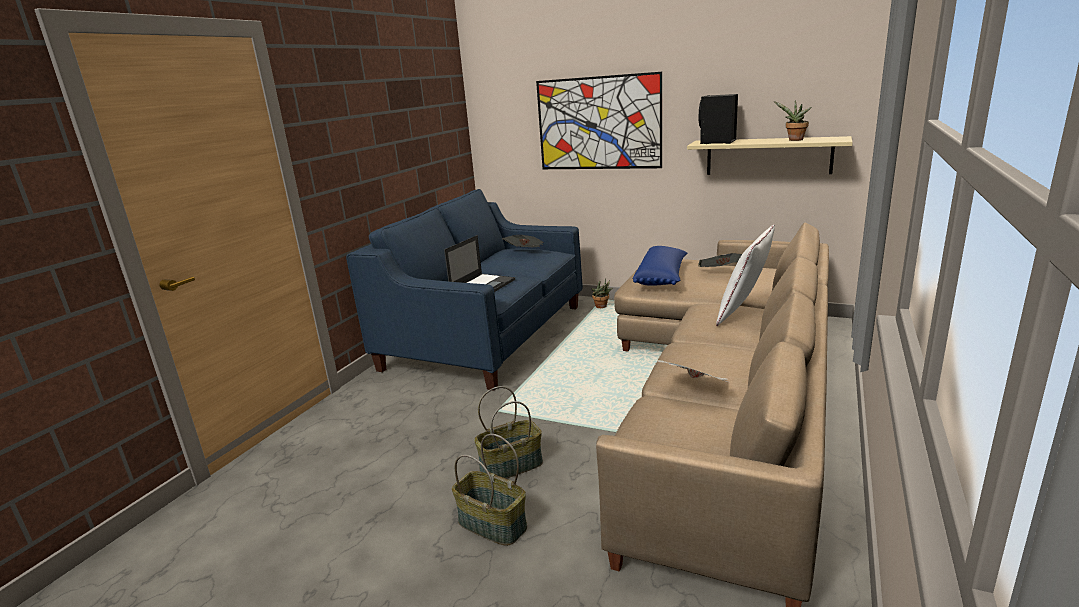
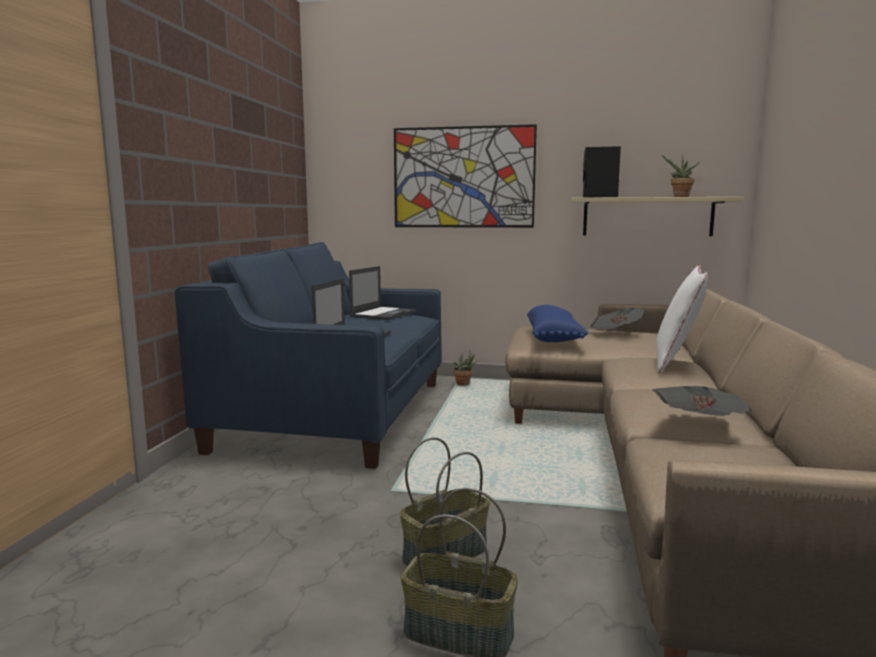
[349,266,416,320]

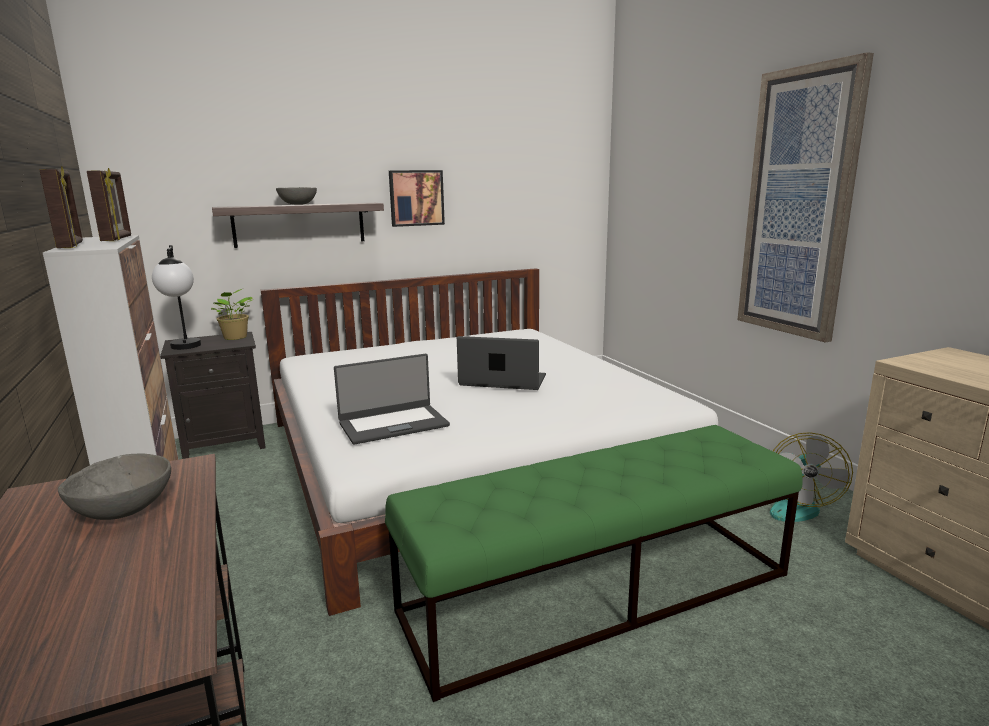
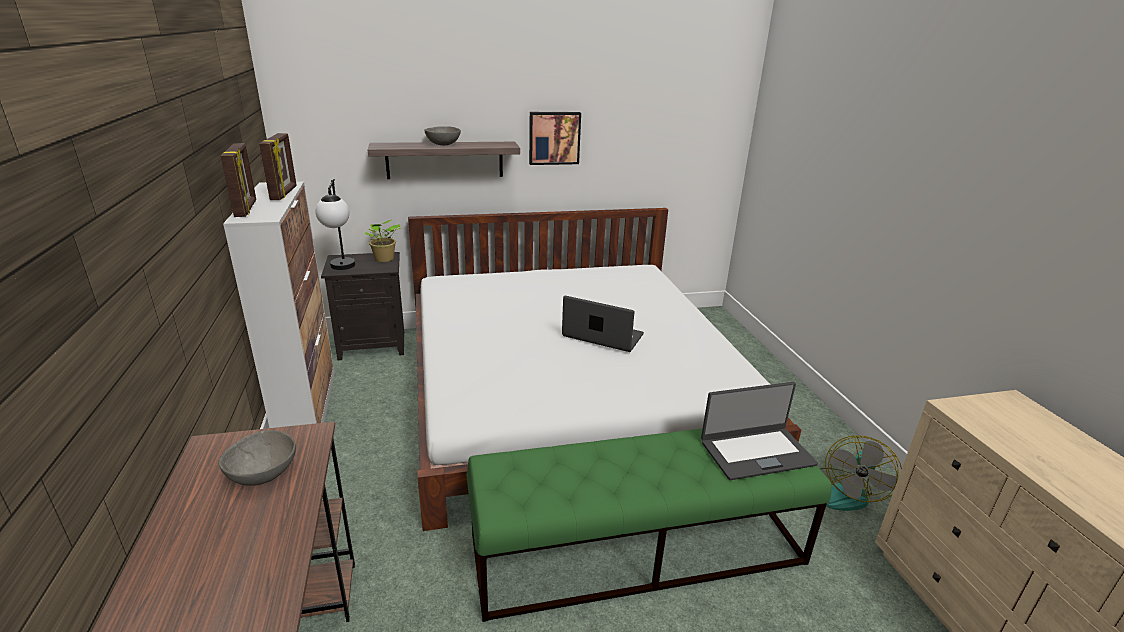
[701,382,818,480]
[737,52,874,342] (first image)

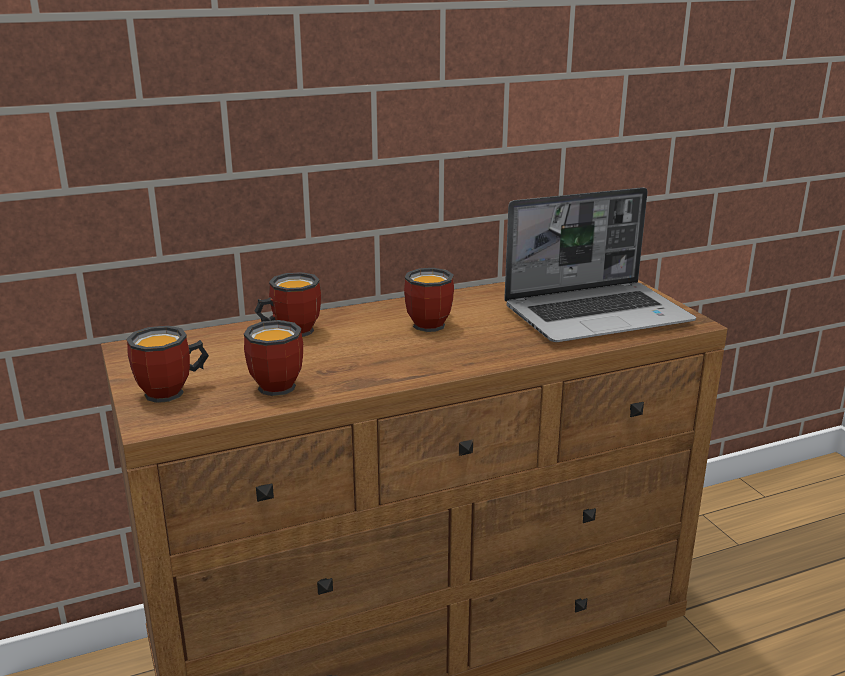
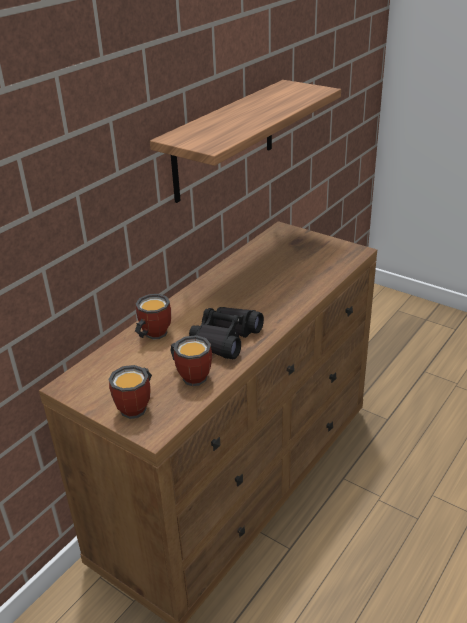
[150,80,341,203]
[189,307,264,359]
[404,268,454,332] (first image)
[504,187,696,342] (first image)

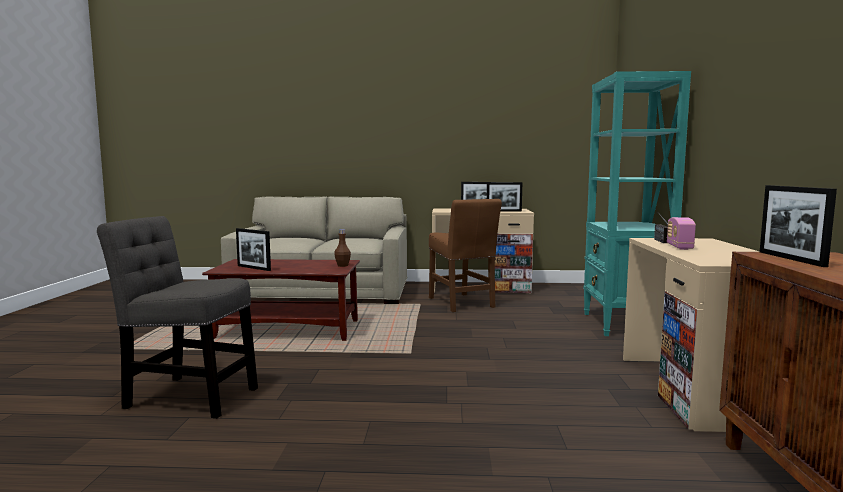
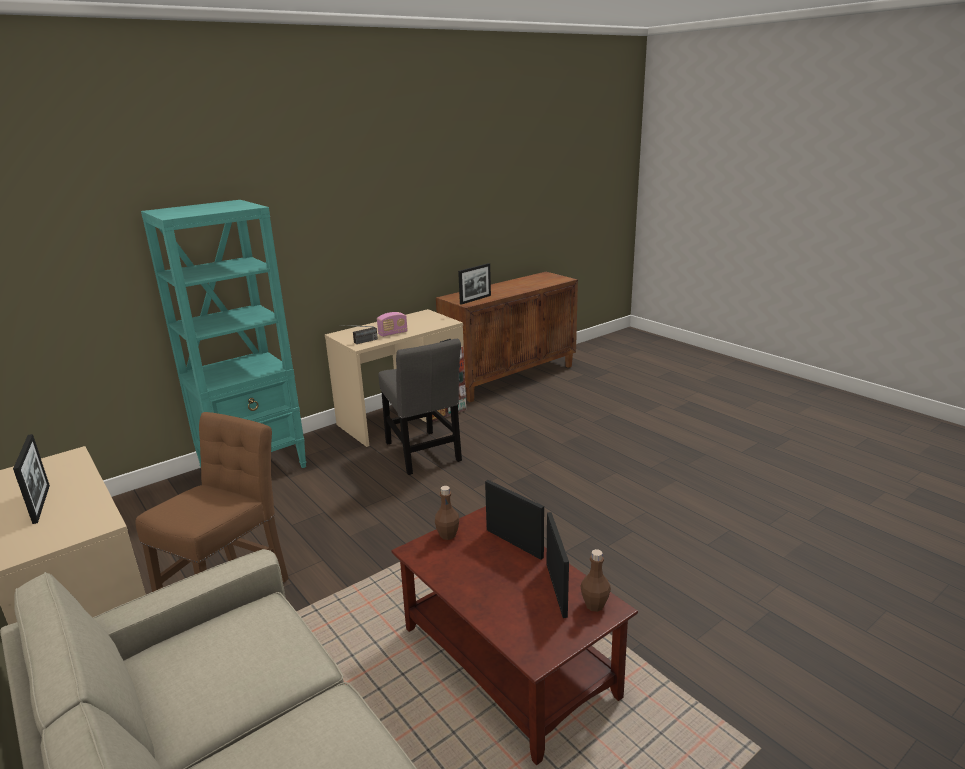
[378,339,462,475]
[485,480,544,560]
[580,549,611,612]

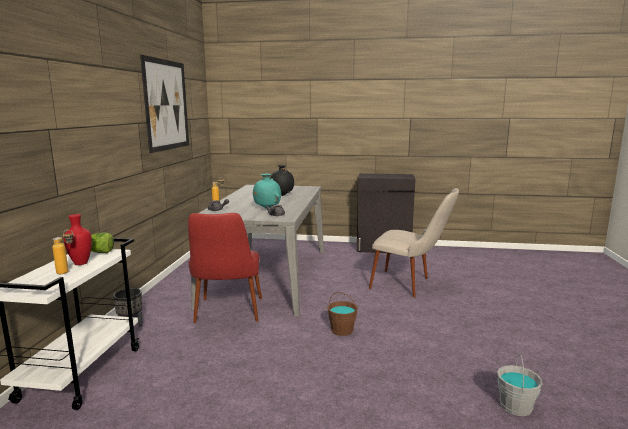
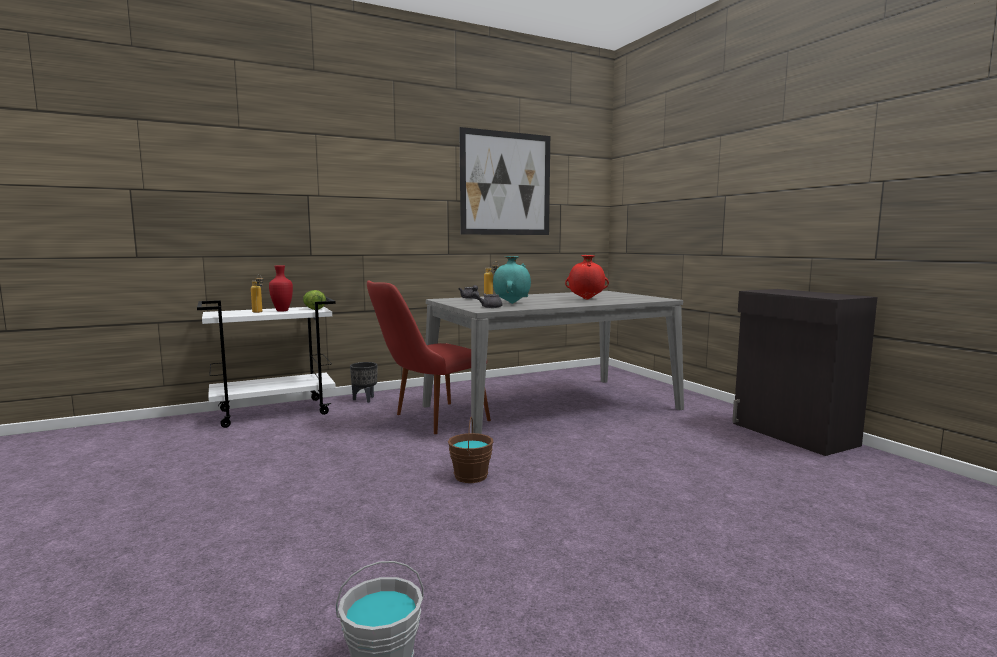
[565,255,609,300]
[369,188,459,297] (first image)

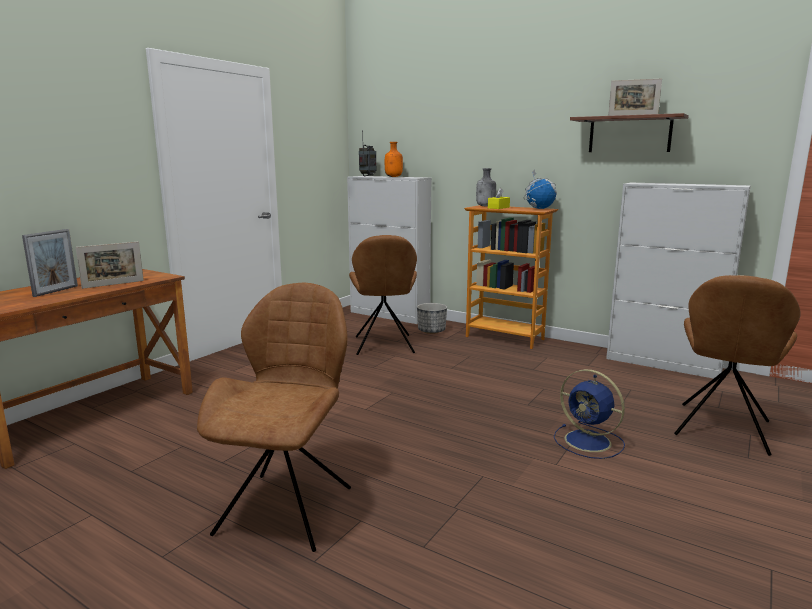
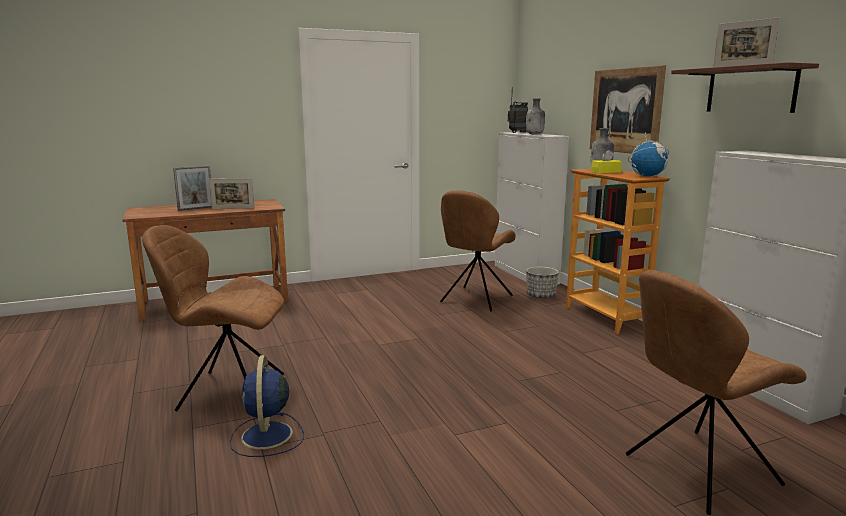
[142,225,284,411]
[230,355,304,457]
[526,98,545,135]
[590,65,666,154]

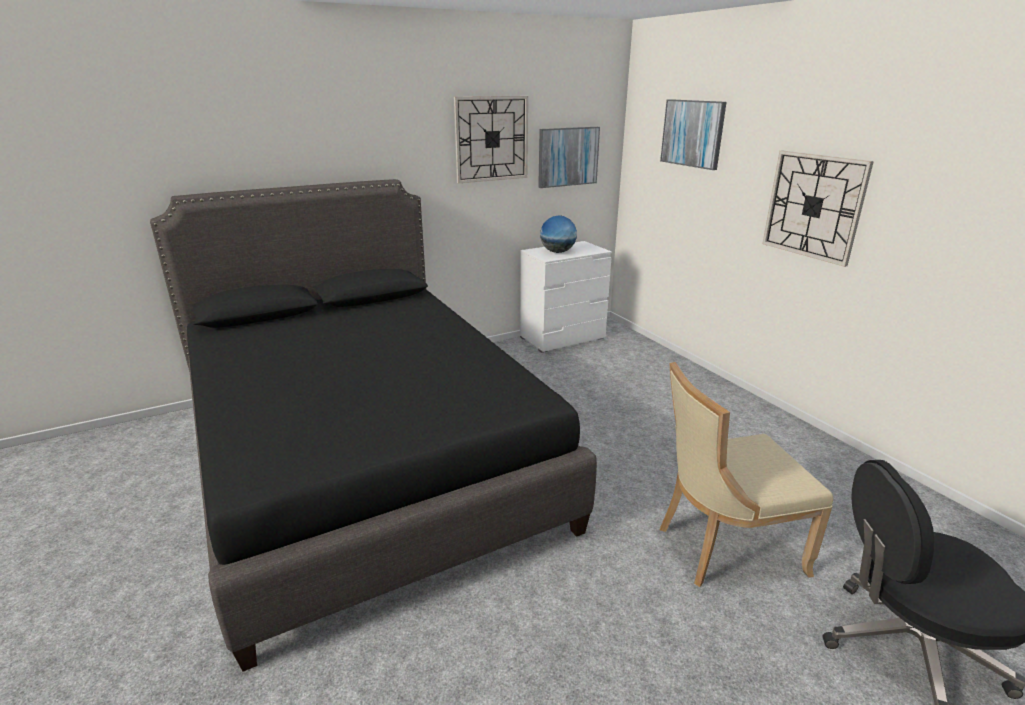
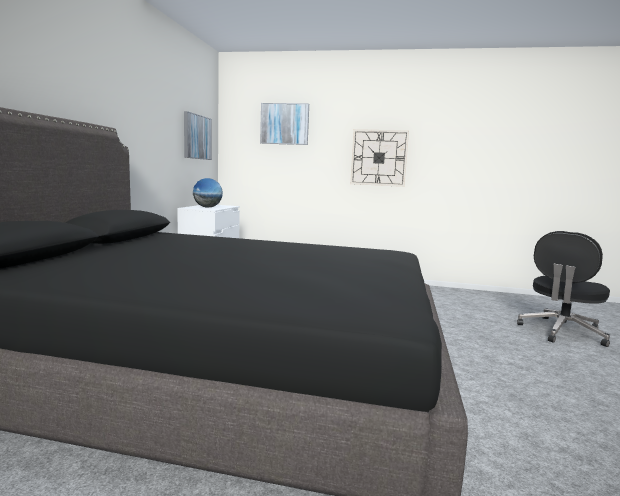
[454,96,528,183] (first image)
[660,362,833,587] (first image)

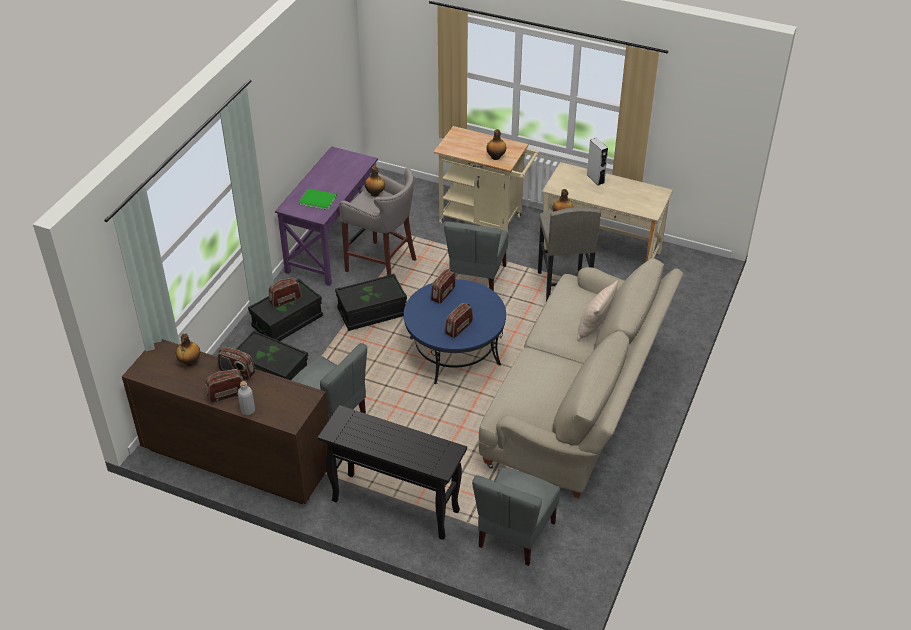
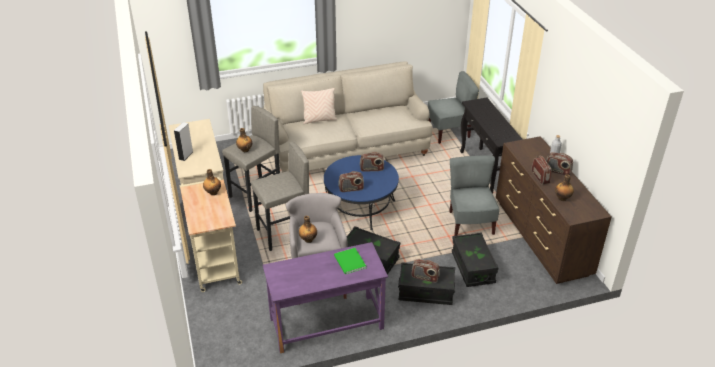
[251,142,309,251]

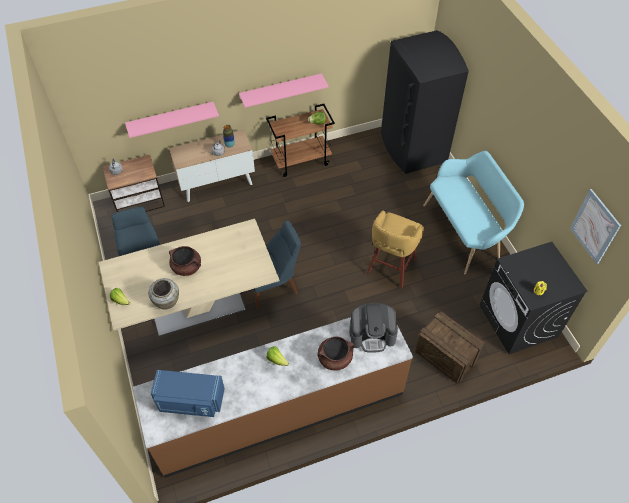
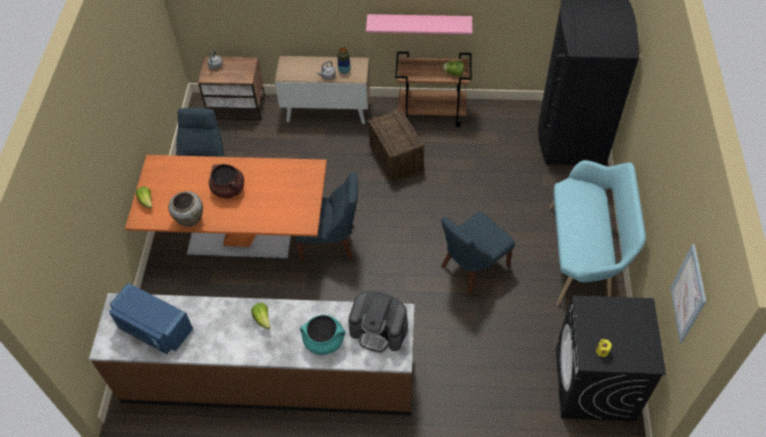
[125,155,327,259]
[300,315,345,355]
[368,109,424,182]
[441,211,515,295]
[125,102,219,138] (first image)

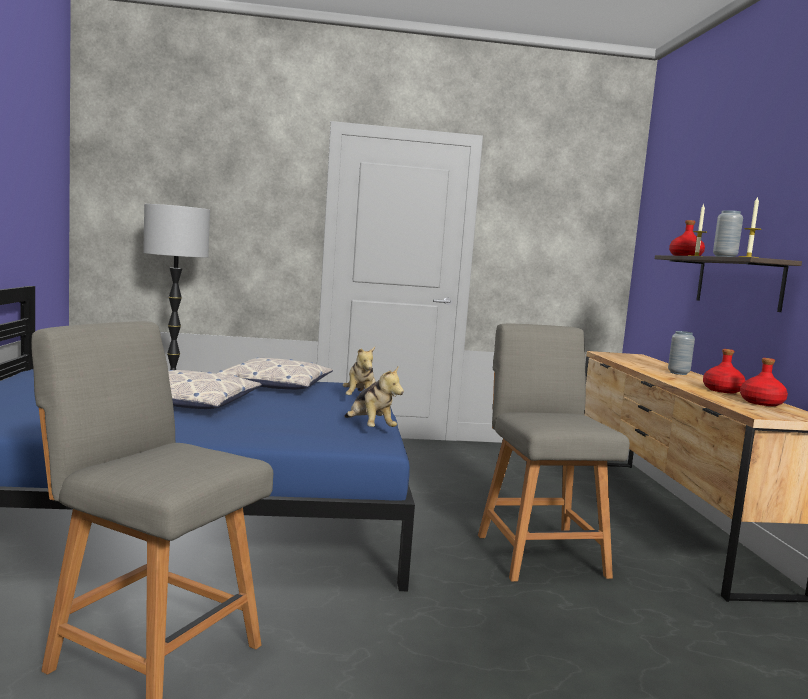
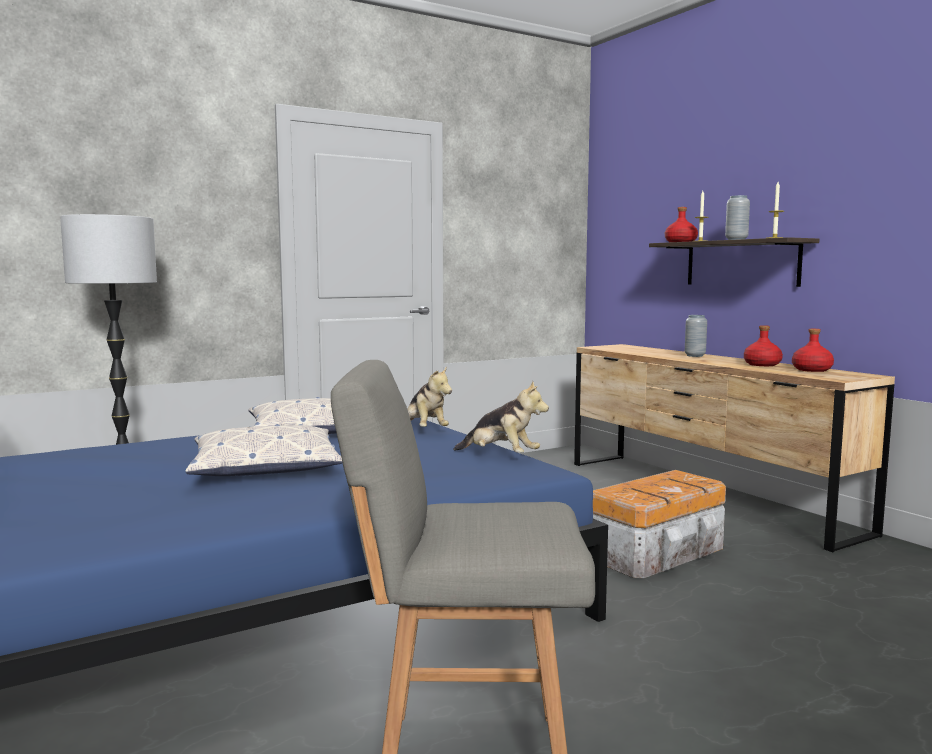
[593,470,726,579]

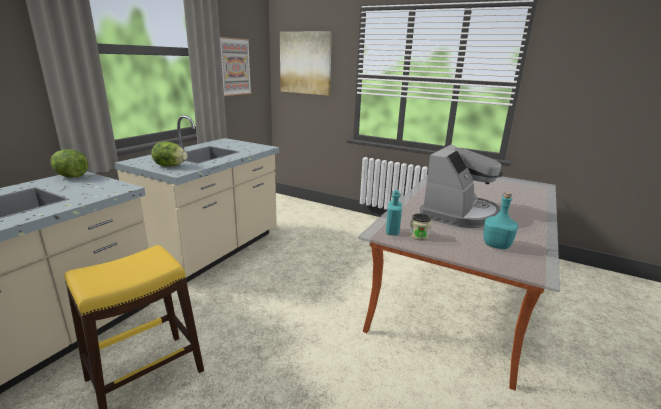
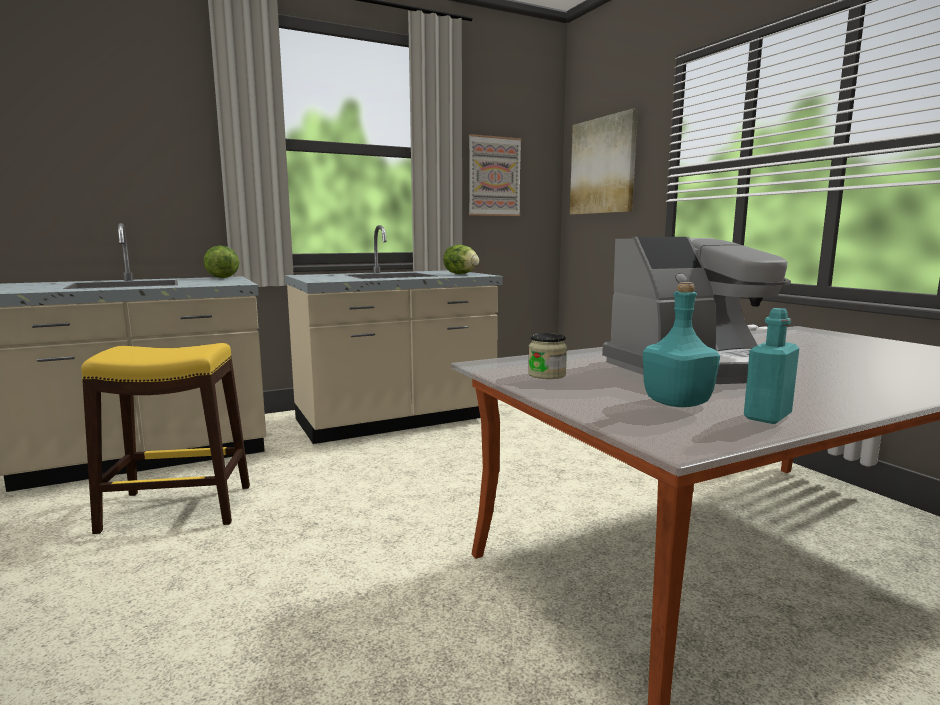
[443,245,479,274]
[744,308,799,424]

